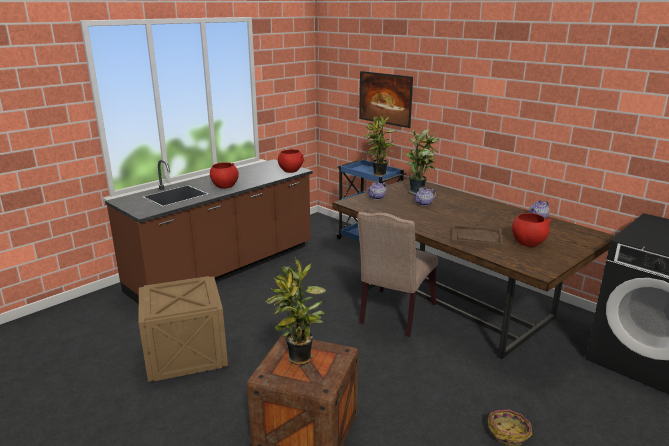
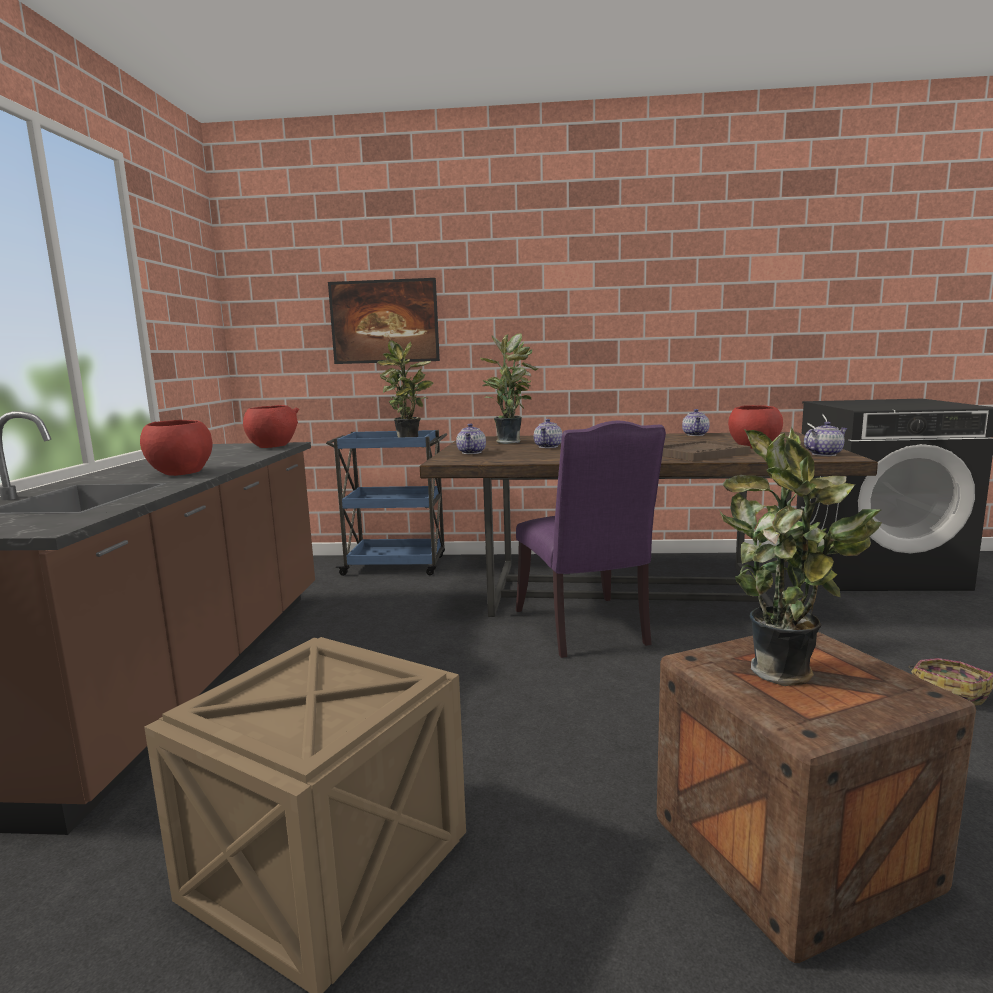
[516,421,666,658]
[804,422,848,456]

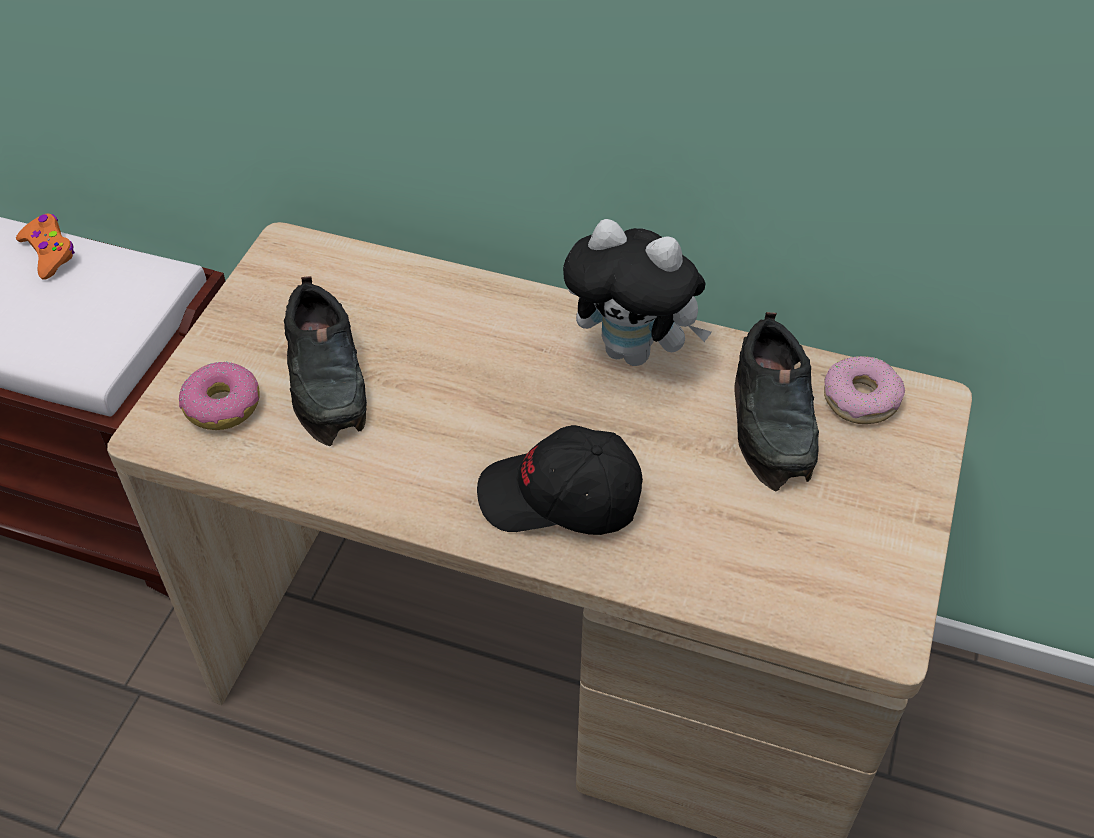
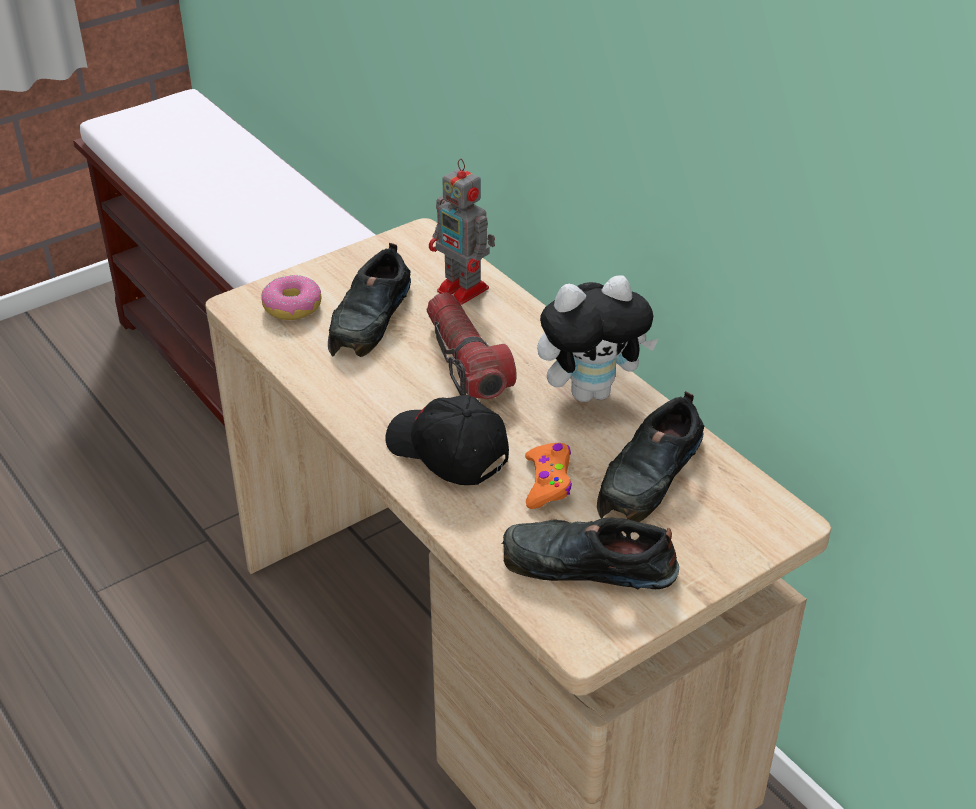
[427,293,517,399]
[429,159,495,305]
[502,517,679,590]
[525,443,572,509]
[537,275,658,402]
[824,356,905,424] (first image)

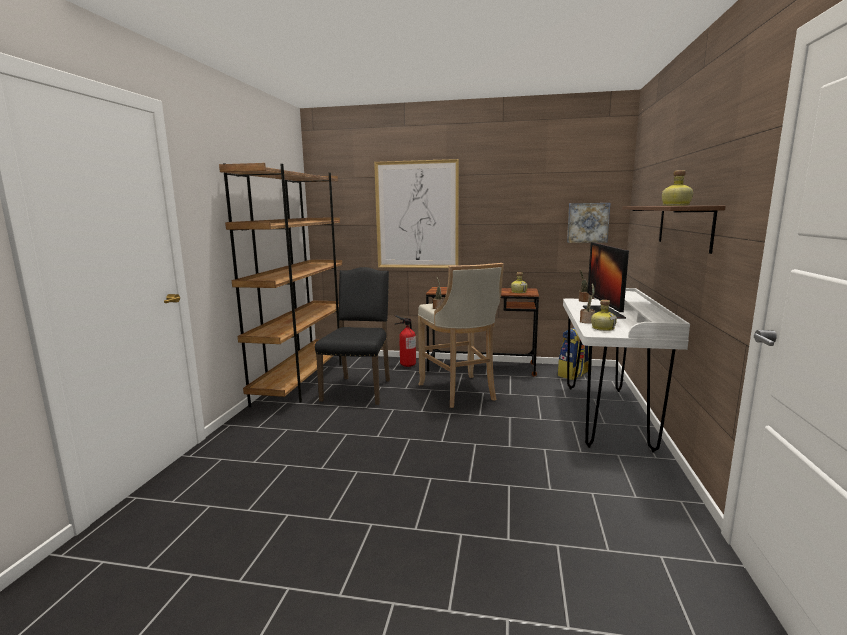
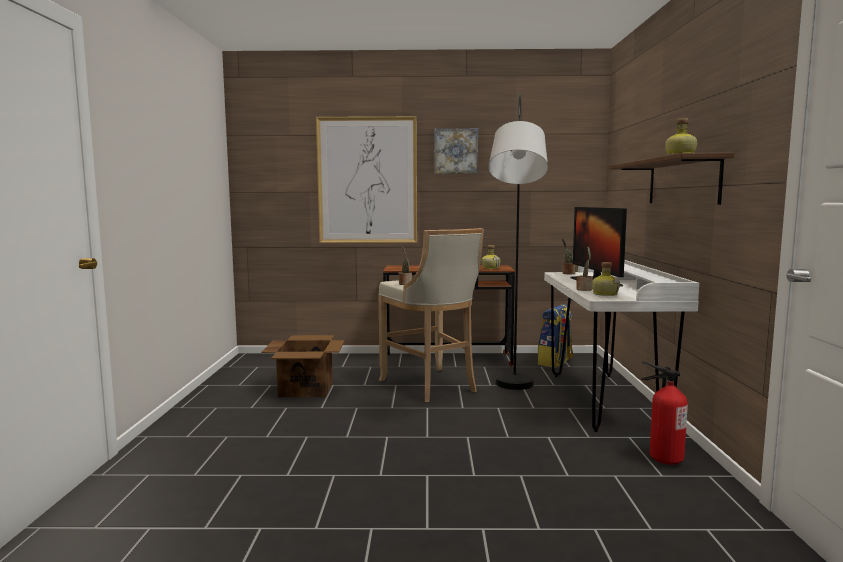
[261,335,345,397]
[434,128,478,174]
[488,93,548,390]
[641,361,688,465]
[219,163,342,407] (first image)

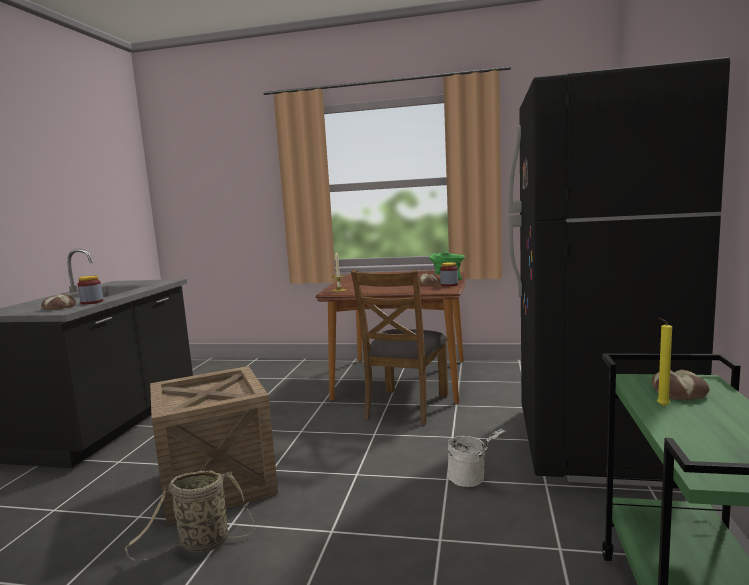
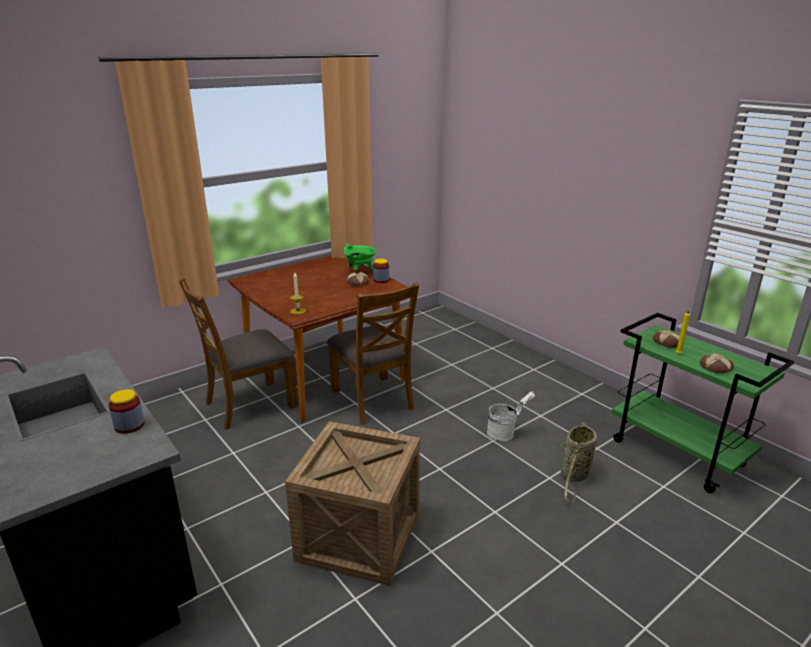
[179,278,297,430]
[560,422,597,502]
[700,353,734,374]
[508,57,730,487] (first image)

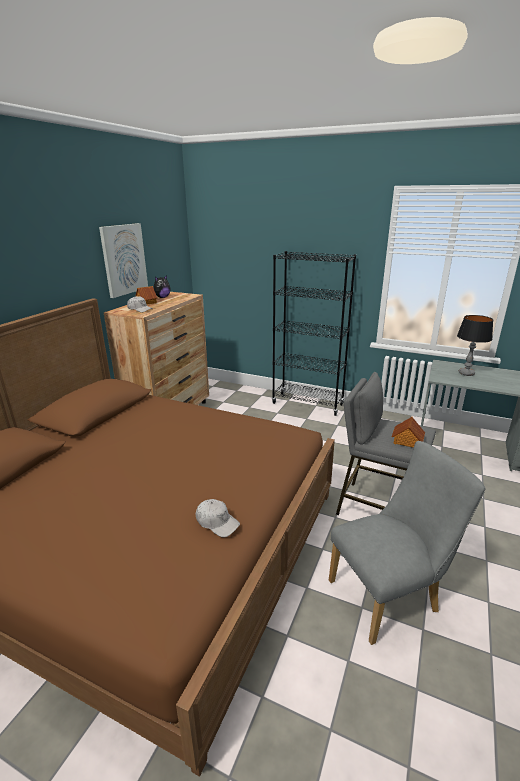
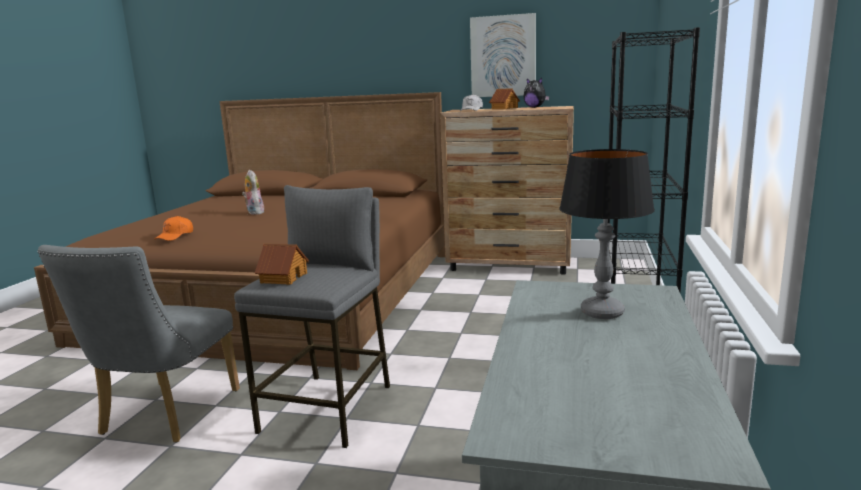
[38,245,240,443]
[154,216,193,241]
[242,170,265,215]

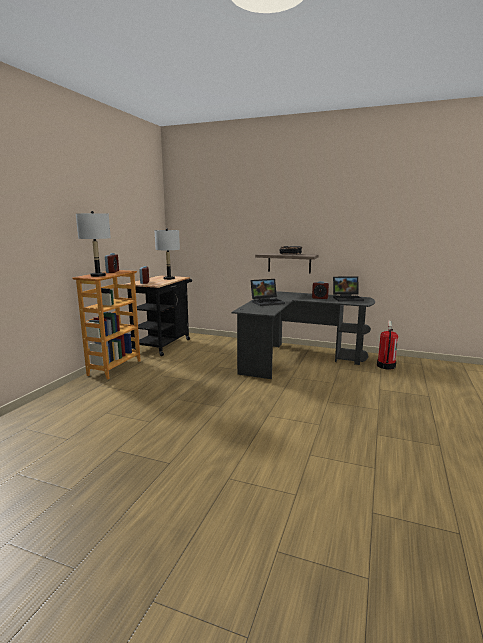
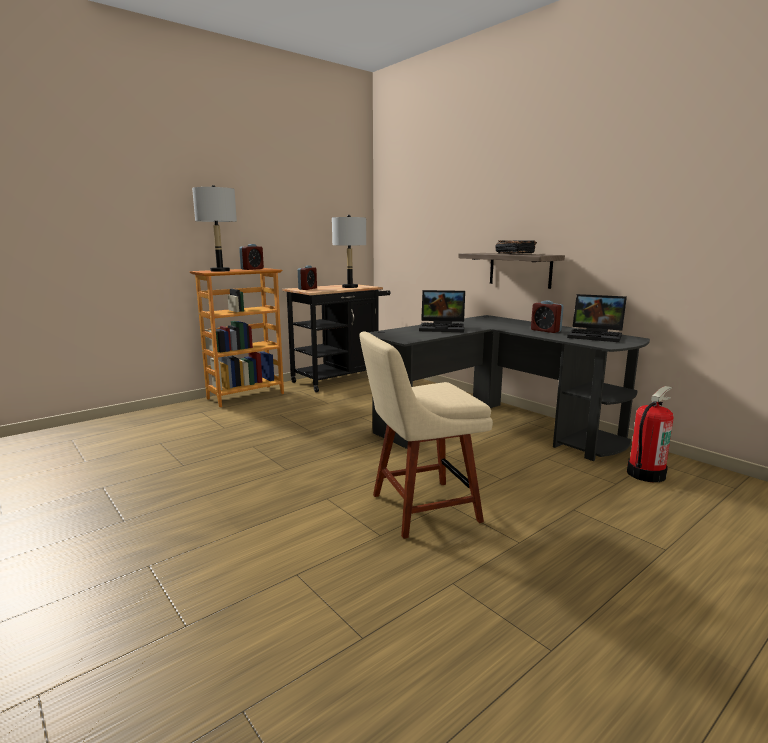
[359,332,493,539]

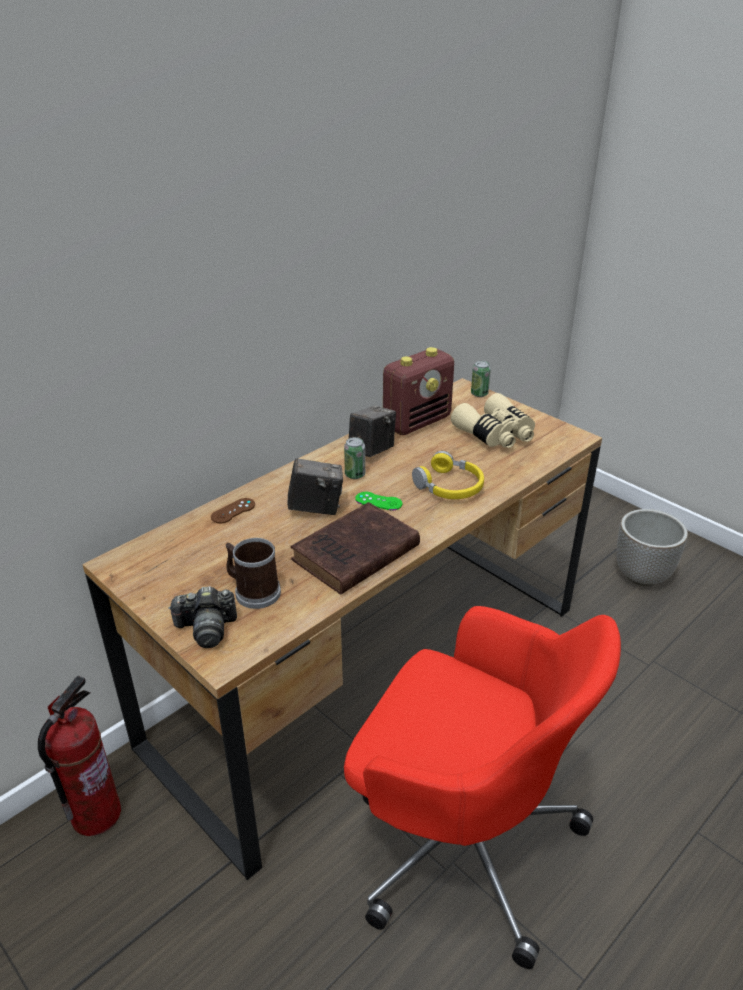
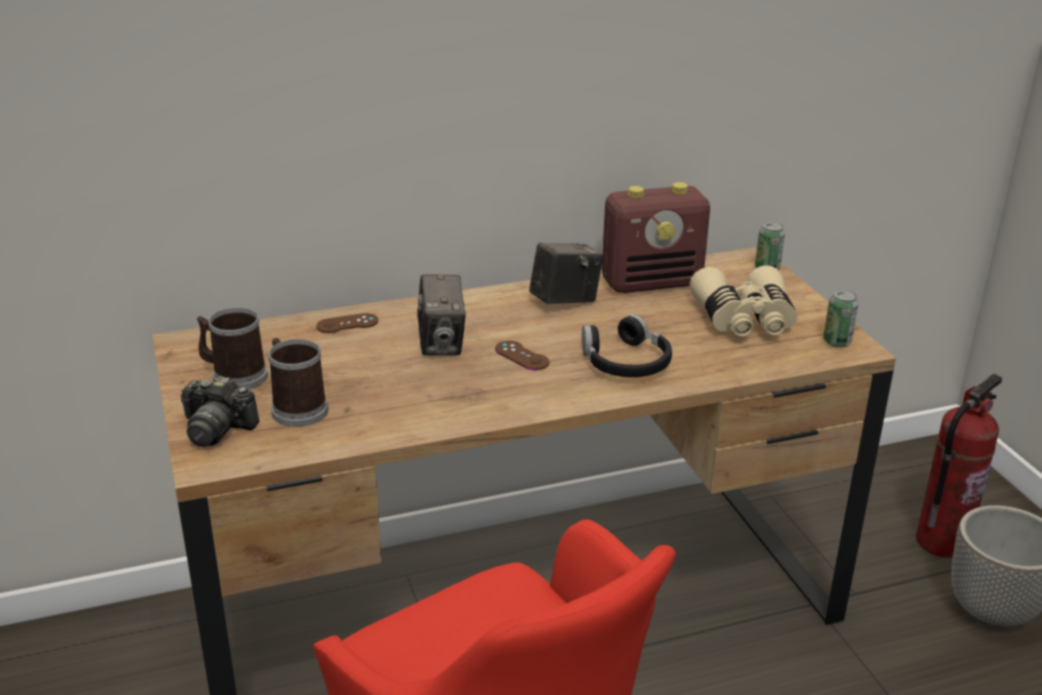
[197,308,268,389]
[417,274,466,355]
[495,341,549,370]
[582,314,672,377]
[823,290,859,347]
[916,374,1002,558]
[291,502,420,595] (first image)

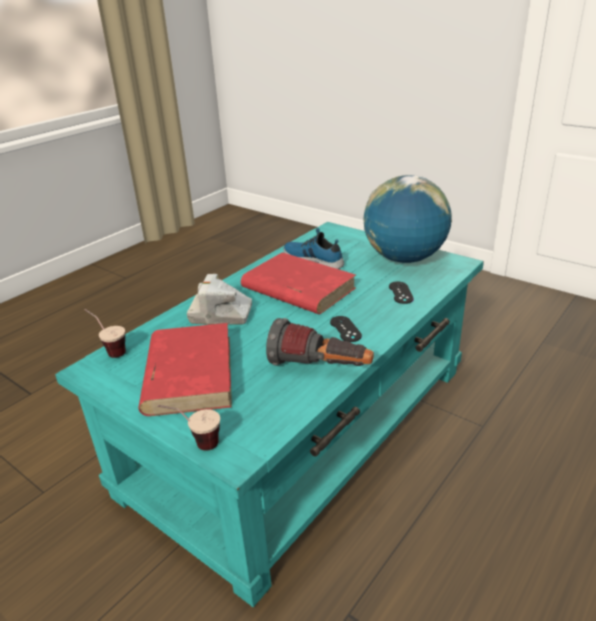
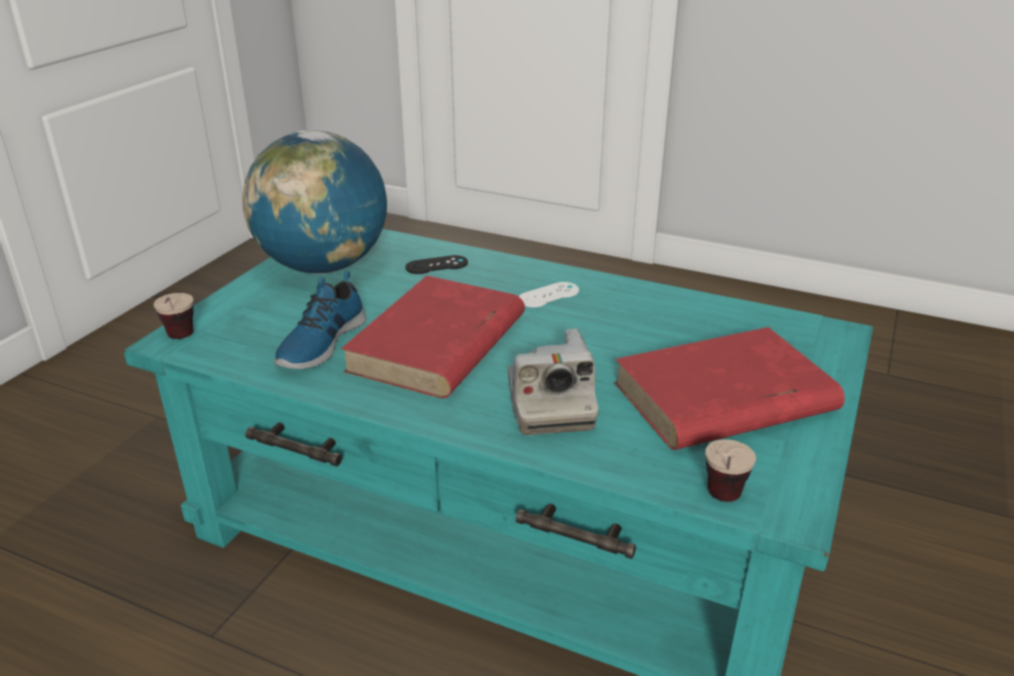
[154,293,193,339]
[519,282,579,307]
[266,318,374,366] (first image)

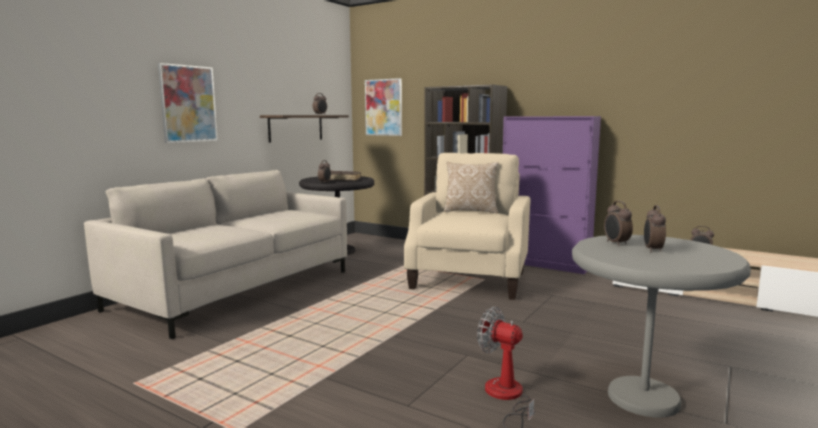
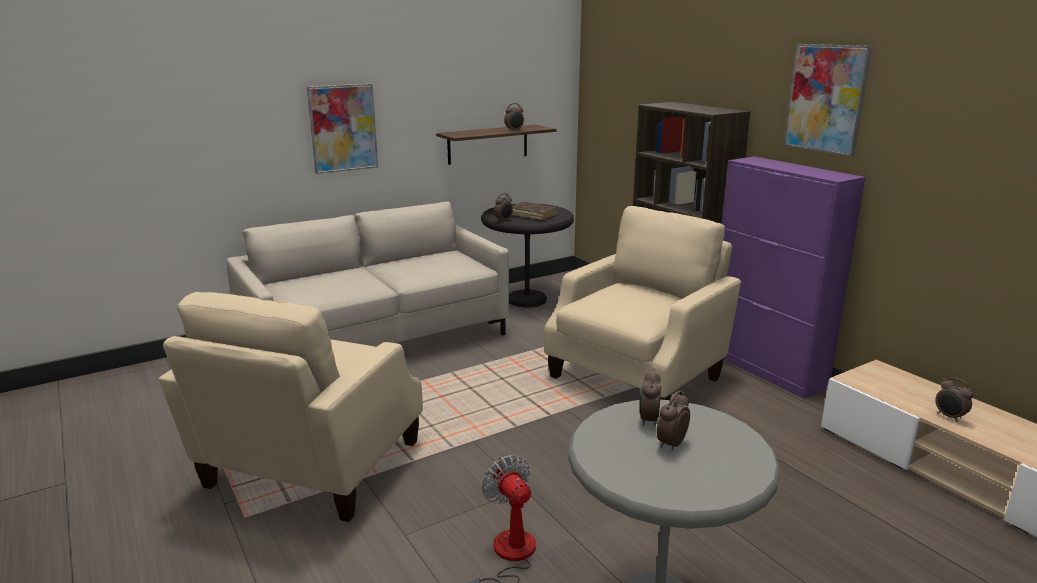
[159,292,423,522]
[784,44,872,157]
[444,162,499,214] (first image)

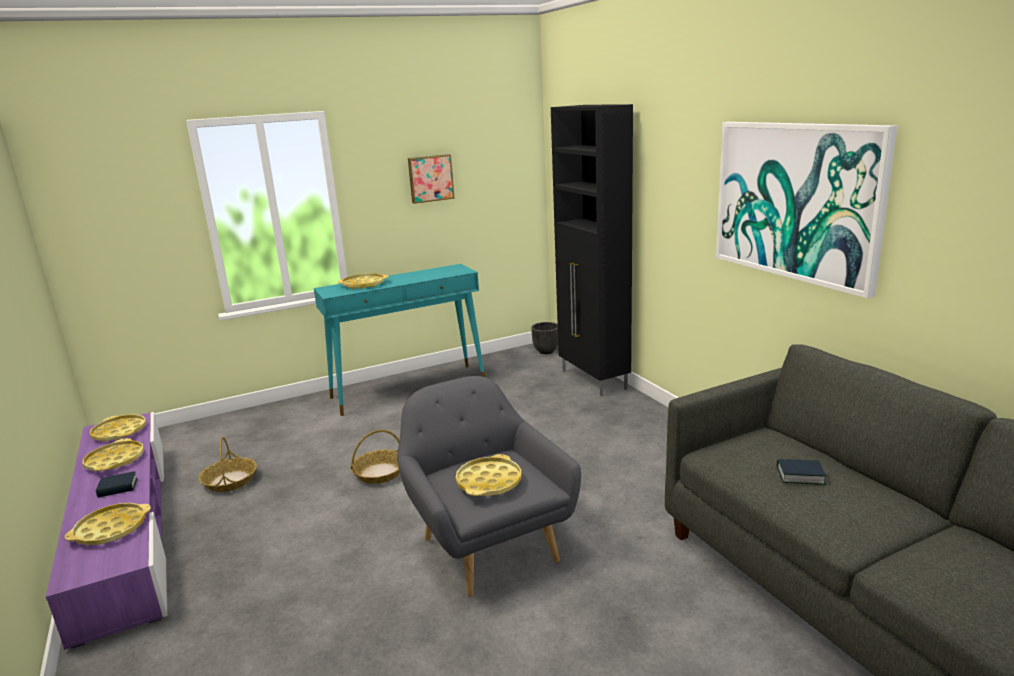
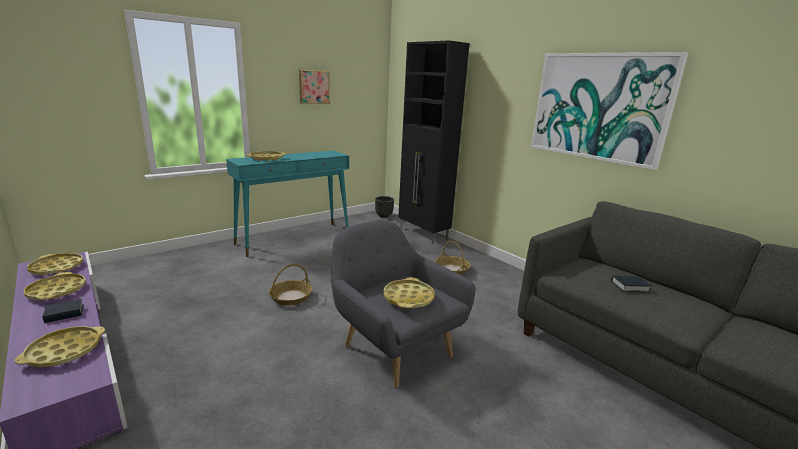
[435,241,471,275]

